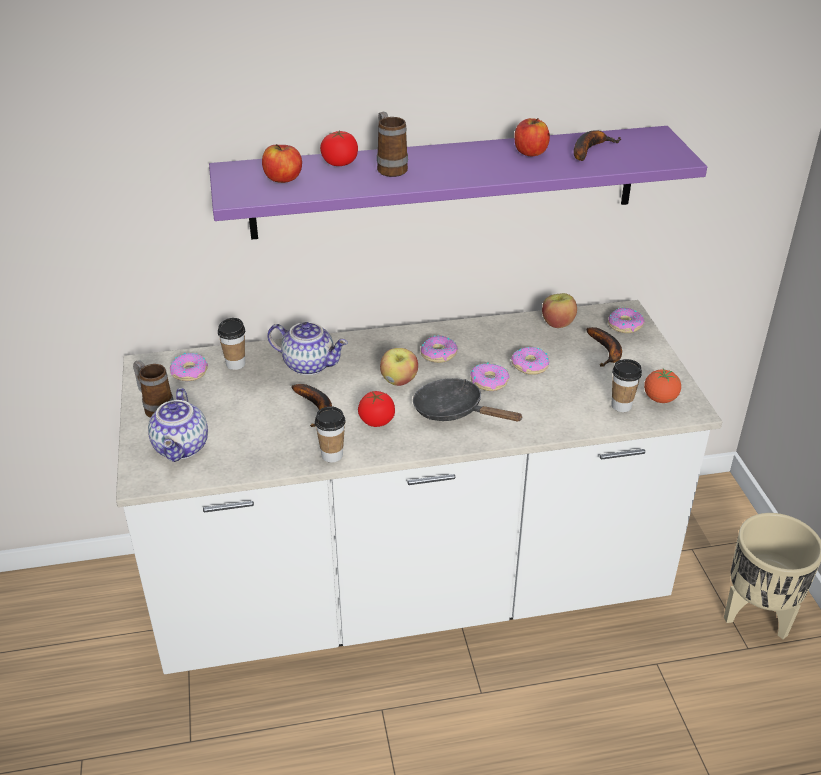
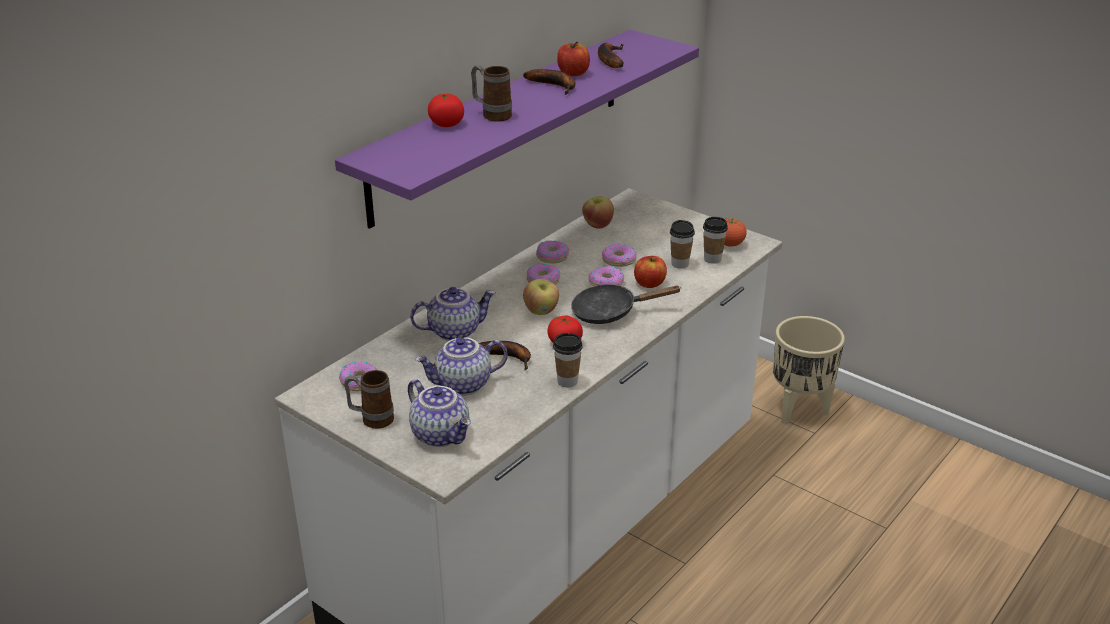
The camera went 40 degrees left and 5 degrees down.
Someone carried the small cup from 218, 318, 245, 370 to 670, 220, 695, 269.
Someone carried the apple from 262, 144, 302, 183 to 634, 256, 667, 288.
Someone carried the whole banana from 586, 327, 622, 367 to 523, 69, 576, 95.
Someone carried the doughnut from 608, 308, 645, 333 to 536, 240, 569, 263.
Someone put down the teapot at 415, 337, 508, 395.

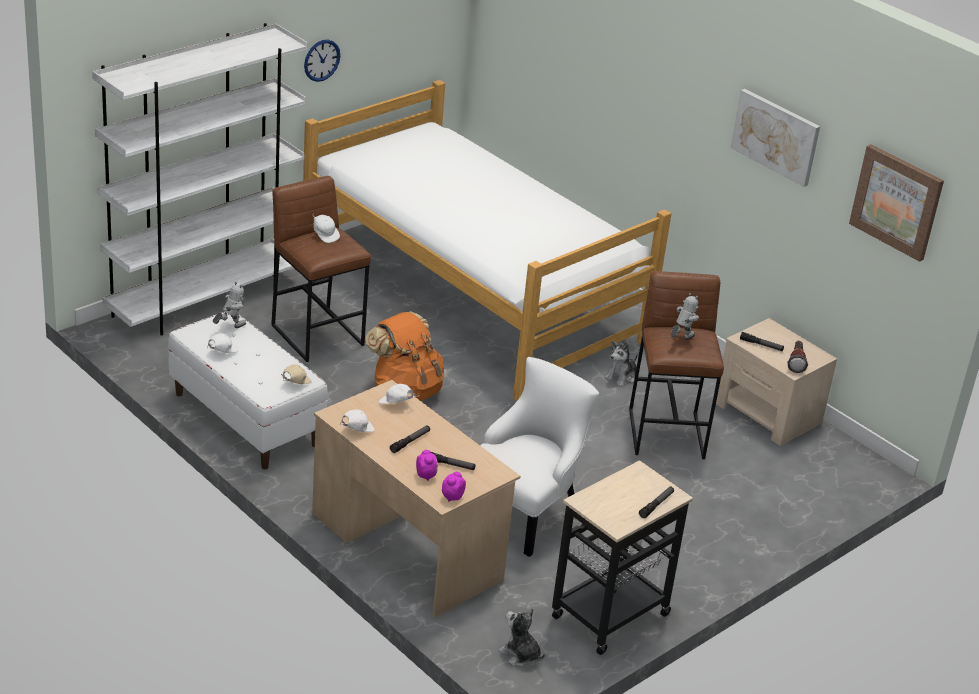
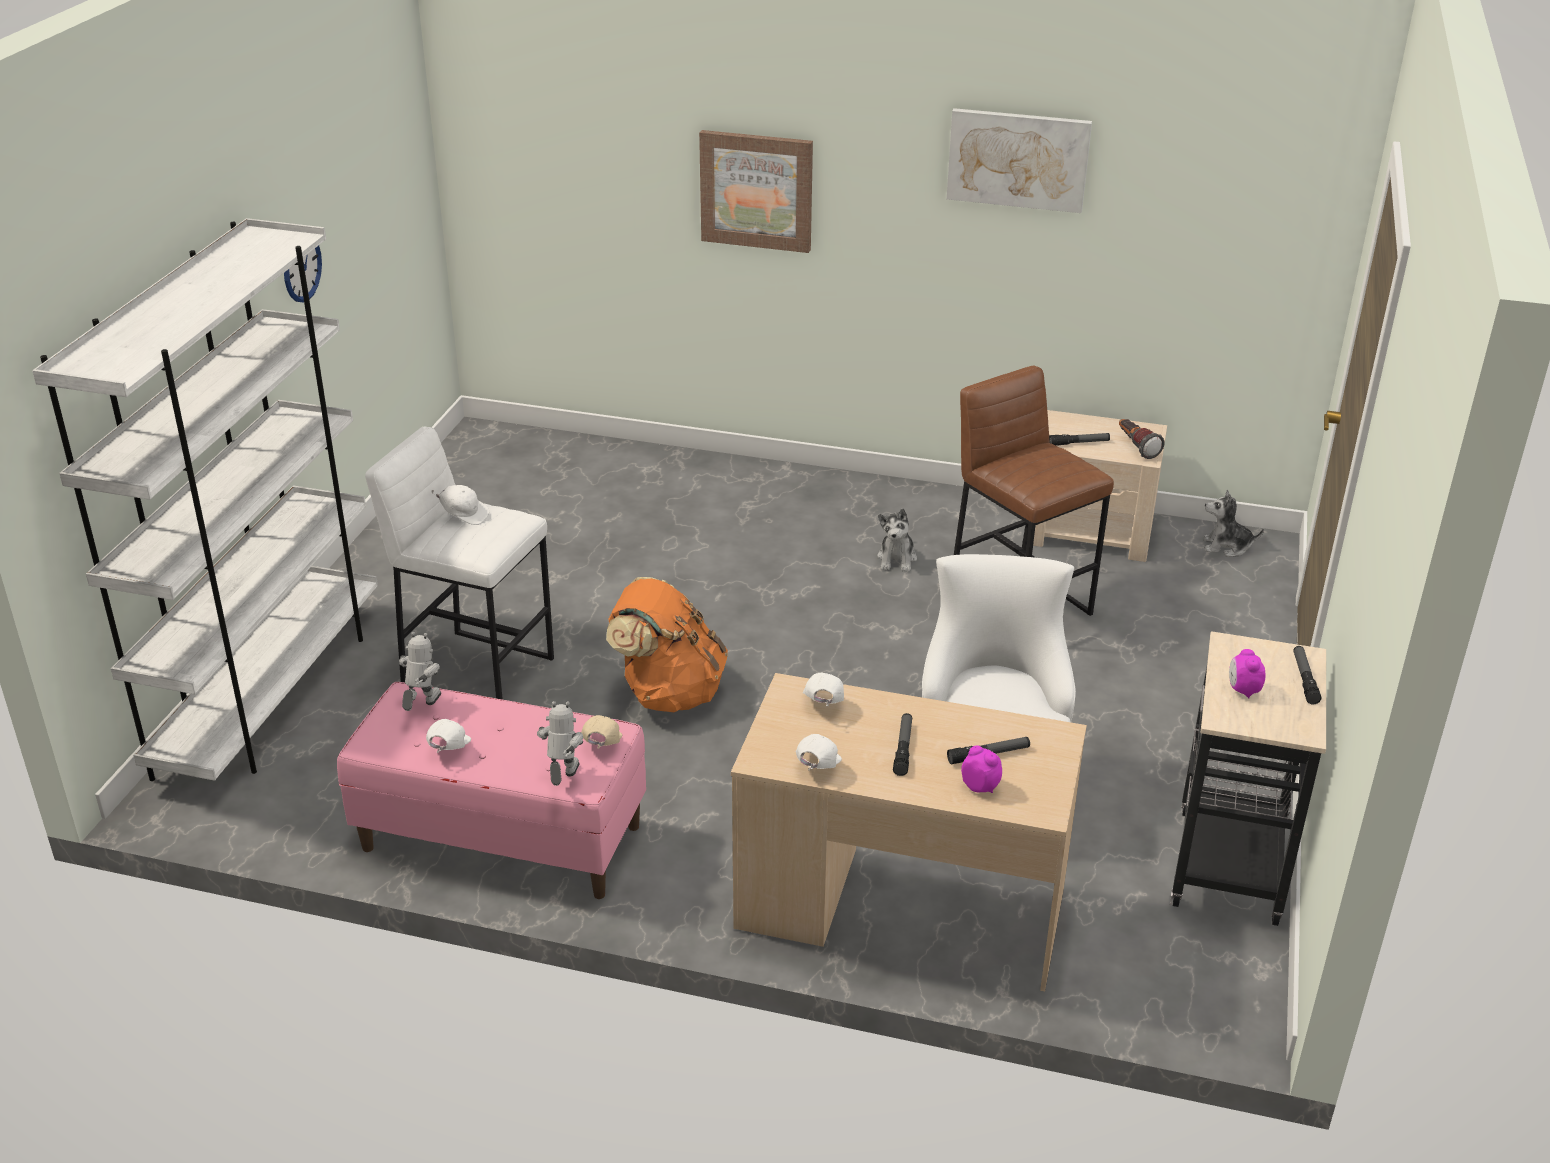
The camera went 30 degrees left and 0 degrees up.
Someone repainted the whitish bench at 168, 312, 328, 470, which became the pinkish bench at 337, 682, 646, 899.
Someone repainted the brown-coloured stool at 271, 176, 371, 362, which became the whitish stool at 365, 427, 554, 700.
Someone took away the bed at 303, 80, 671, 401.
Someone rotated the whitish baseball cap at 378, 384, 419, 404 by 105 degrees clockwise.
Someone carried the bedside clock from 442, 471, 466, 502 to 1229, 649, 1265, 698.
Someone carried the plush toy from 499, 609, 545, 667 to 1203, 490, 1264, 557.
Someone carried the model robot from 671, 293, 699, 340 to 537, 701, 583, 786.
Someone carried the wall picture from 849, 144, 944, 262 to 699, 130, 813, 253.

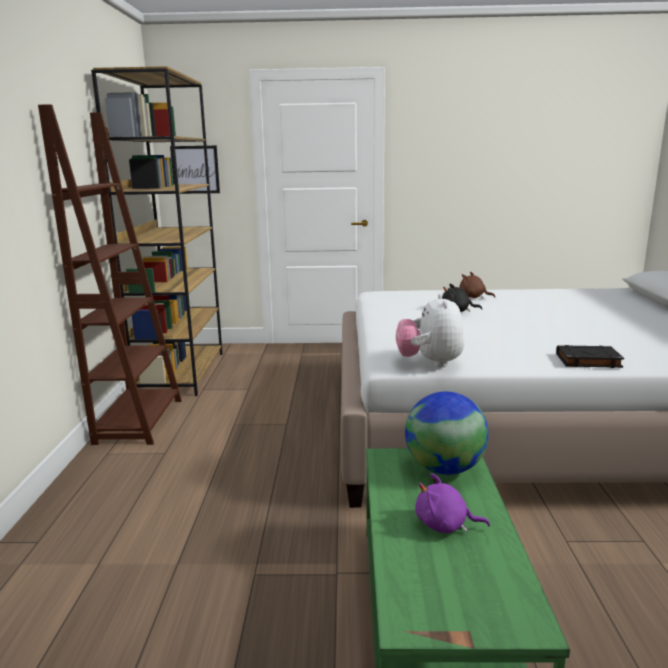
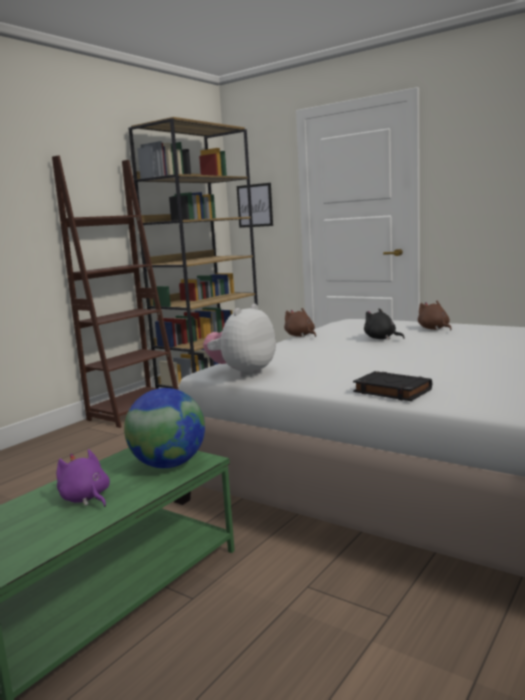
The camera went 35 degrees right and 5 degrees down.
Someone put down the brown-coloured plush toy at 284, 308, 316, 337.

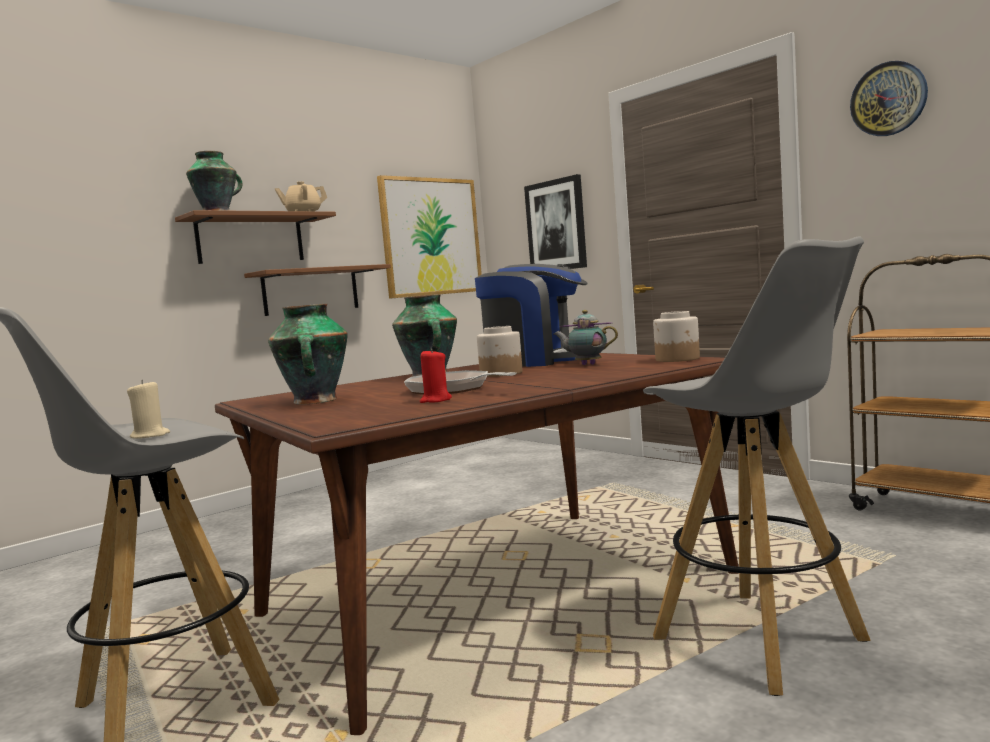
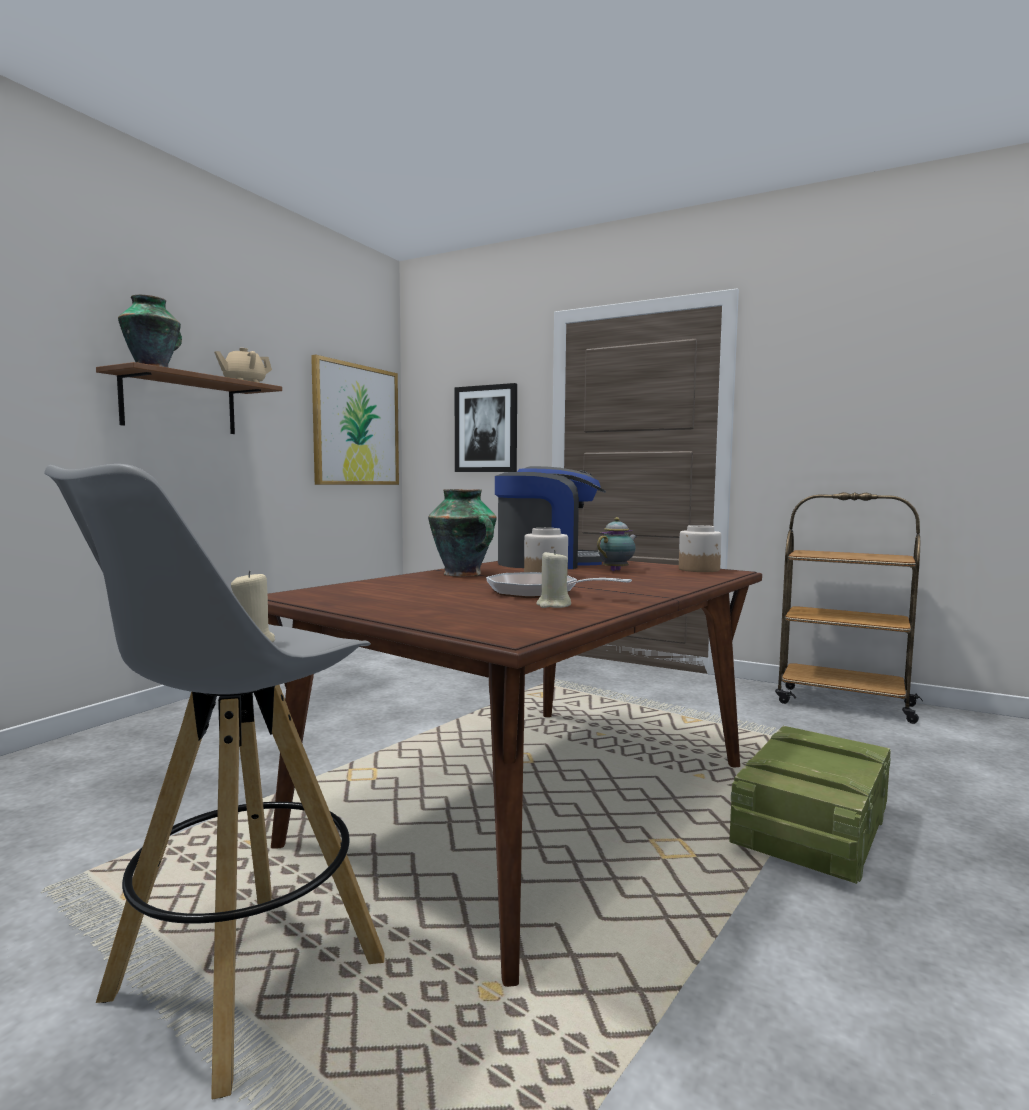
The camera went 20 degrees left and 0 degrees up.
Someone took away the brown-coloured bracket shelf at 244, 264, 391, 316.
Someone took away the vase at 268, 304, 348, 405.
Someone repainted the reddish candle at 420, 348, 452, 403, which became the beige candle at 537, 550, 571, 608.
Someone rotated the teapot at 554, 310, 618, 365 by 135 degrees clockwise.
Someone swapped the gray stool at 643, 236, 871, 696 for the shipping crate at 729, 726, 891, 884.
Someone took away the hanging clock at 850, 61, 928, 136.

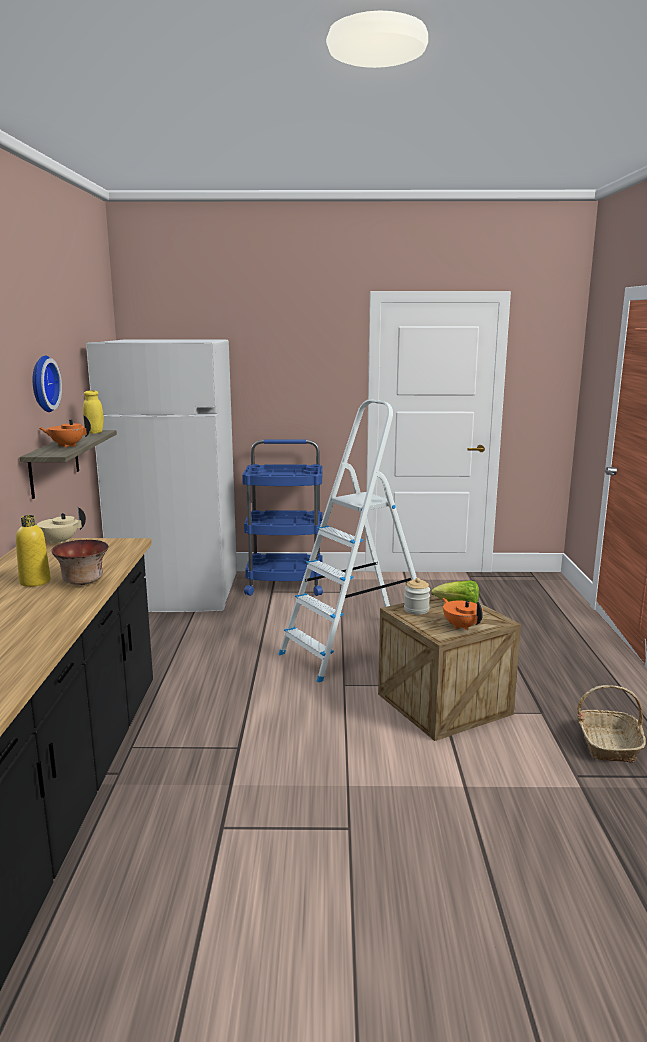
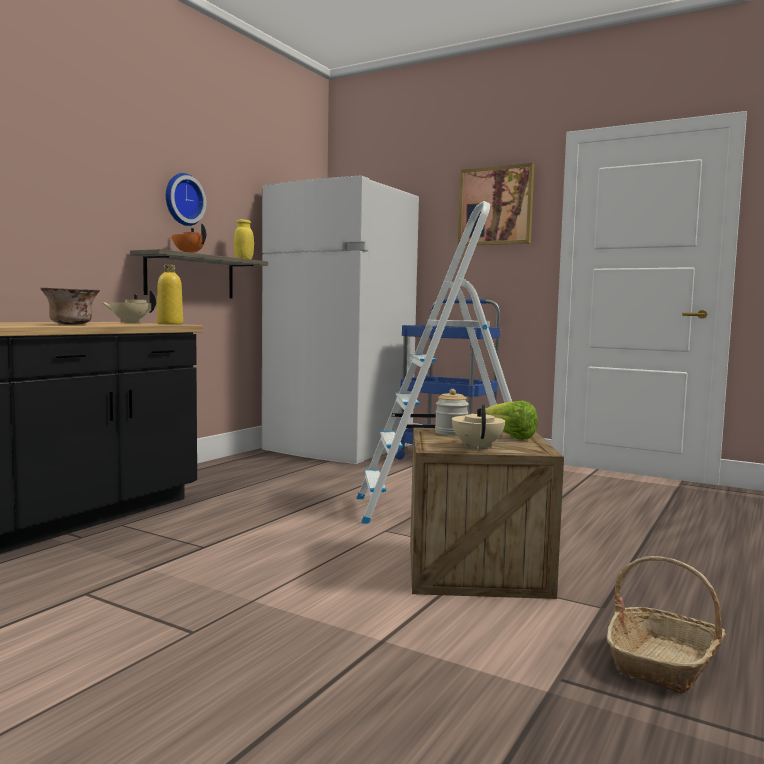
The camera went 30 degrees right and 10 degrees down.
Someone carried the yellow beverage bottle from 16, 515, 51, 587 to 157, 265, 183, 325.
Someone repainted the orangey teapot at 443, 598, 483, 630, which became the beige teapot at 452, 405, 505, 450.
Someone put up the wall picture at 458, 163, 534, 246.

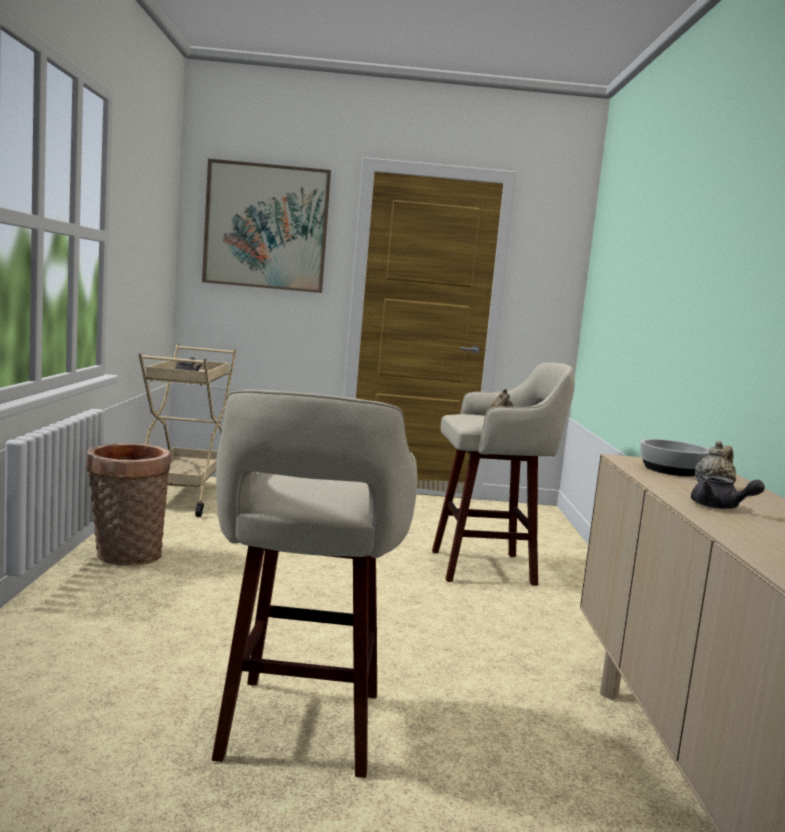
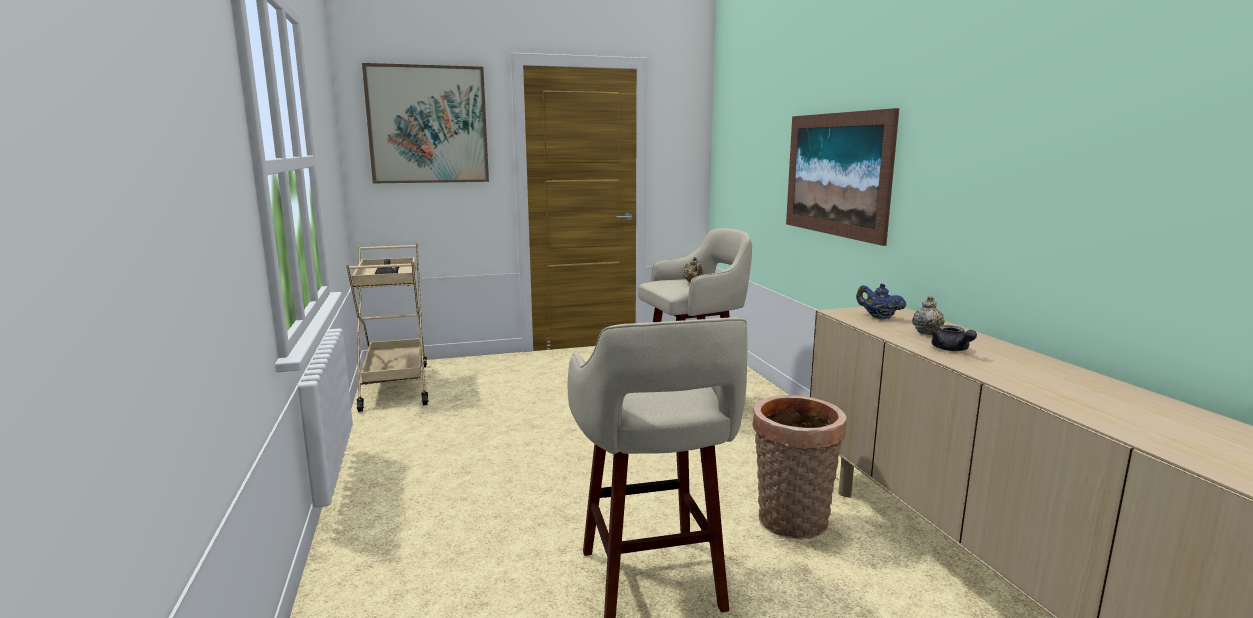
The camera went 15 degrees left and 5 degrees up.
Someone carried the household basket from 86, 443, 171, 566 to 752, 395, 847, 539.
Someone swapped the bowl at 640, 439, 709, 476 for the blue teapot at 856, 283, 906, 319.
Someone rotated the gray teapot at 691, 475, 765, 509 by 45 degrees clockwise.
Someone put up the wall picture at 786, 108, 899, 246.

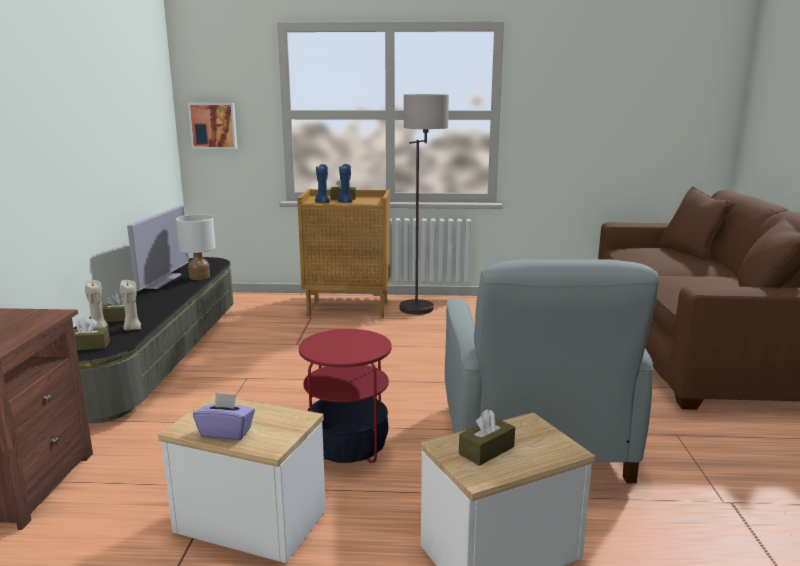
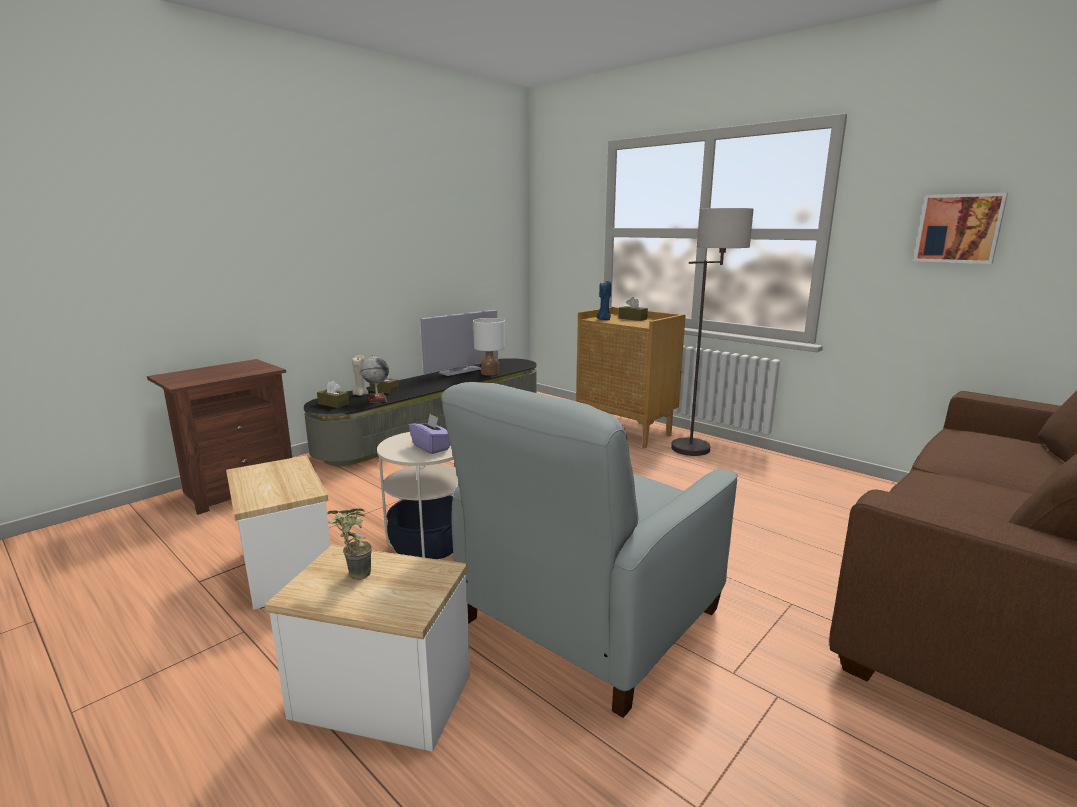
The camera went 40 degrees right and 0 degrees up.
Someone swapped the beige candle at 120, 280, 141, 331 for the world globe at 361, 354, 389, 404.
Someone carried the wall picture from 188, 103, 237, 149 to 913, 193, 1008, 264.
Someone carried the purplish tissue box from 193, 392, 255, 440 to 409, 414, 450, 454.
Someone repainted the reddish accent table at 299, 329, 392, 463, which became the beige accent table at 377, 432, 459, 559.
Someone took away the blue candle at 338, 164, 352, 203.
Someone swapped the brown-coloured tissue box at 459, 409, 515, 466 for the potted plant at 327, 508, 372, 580.

